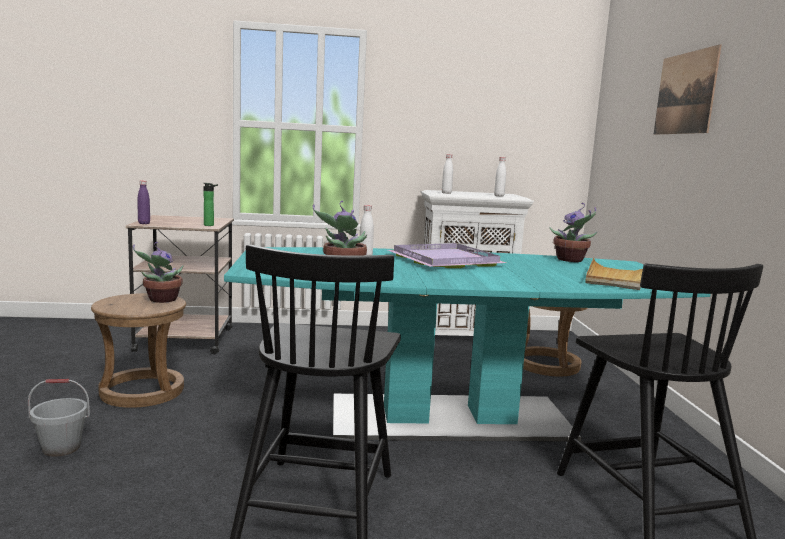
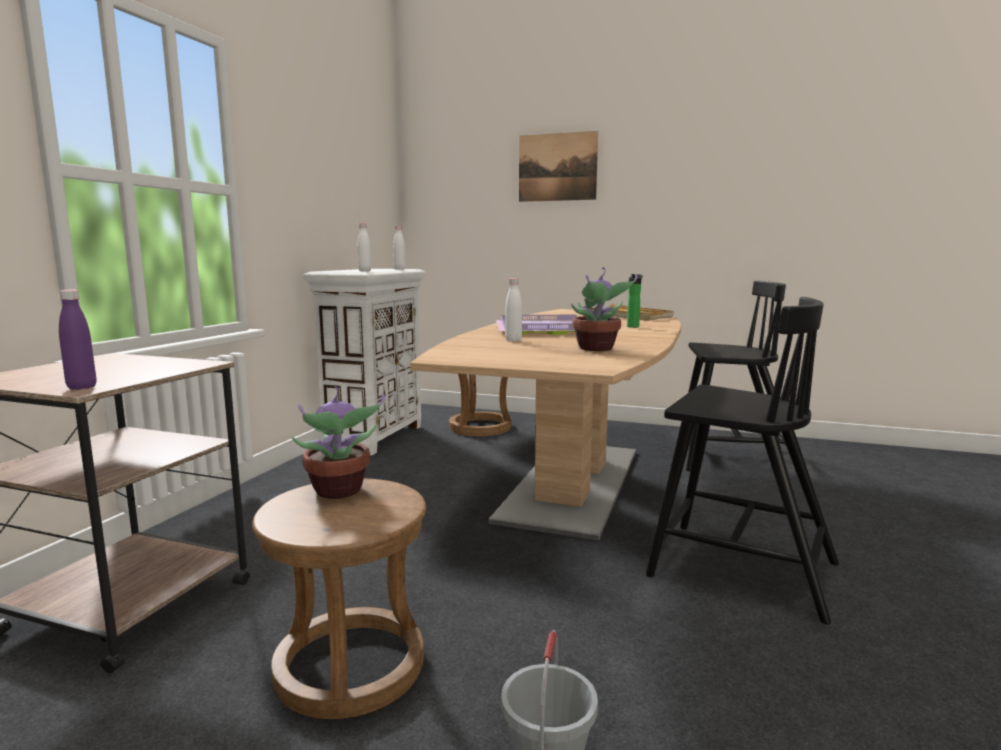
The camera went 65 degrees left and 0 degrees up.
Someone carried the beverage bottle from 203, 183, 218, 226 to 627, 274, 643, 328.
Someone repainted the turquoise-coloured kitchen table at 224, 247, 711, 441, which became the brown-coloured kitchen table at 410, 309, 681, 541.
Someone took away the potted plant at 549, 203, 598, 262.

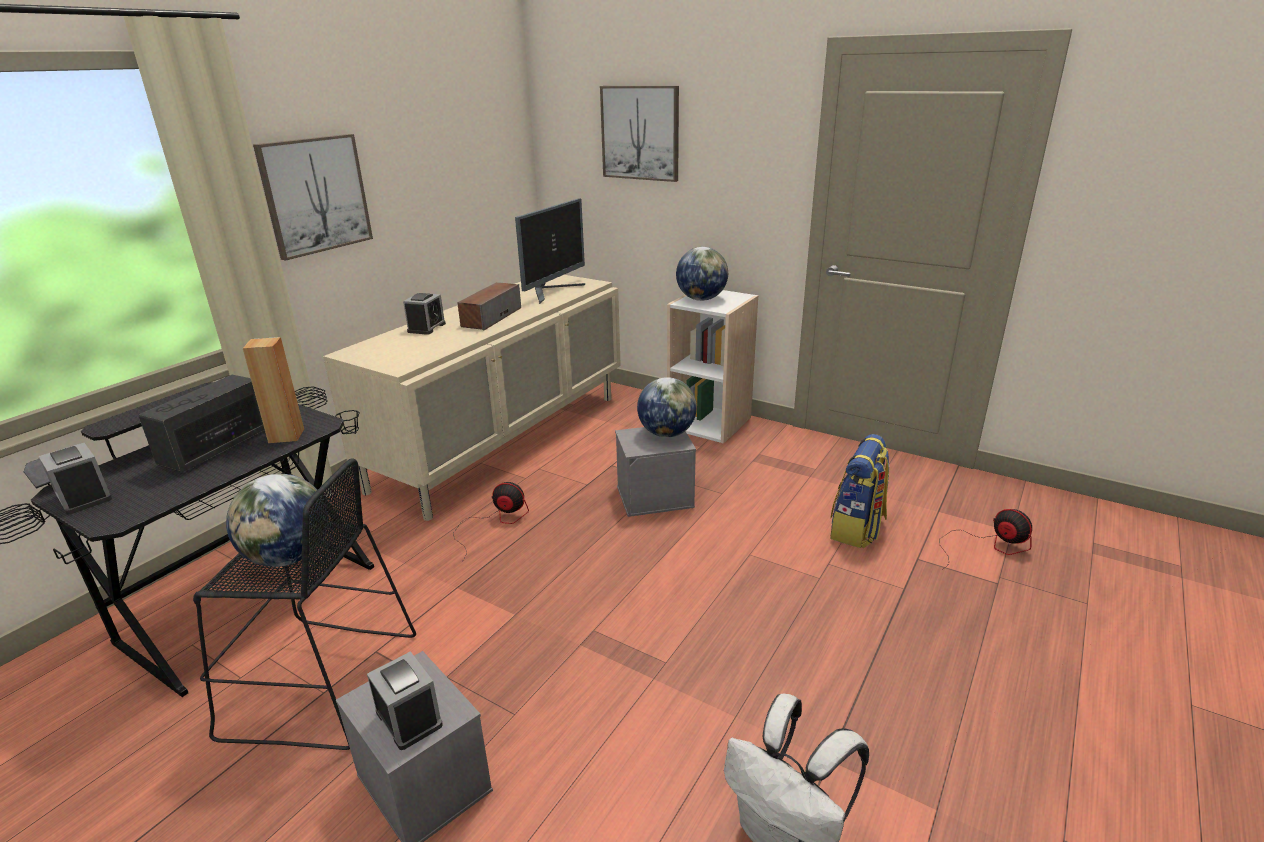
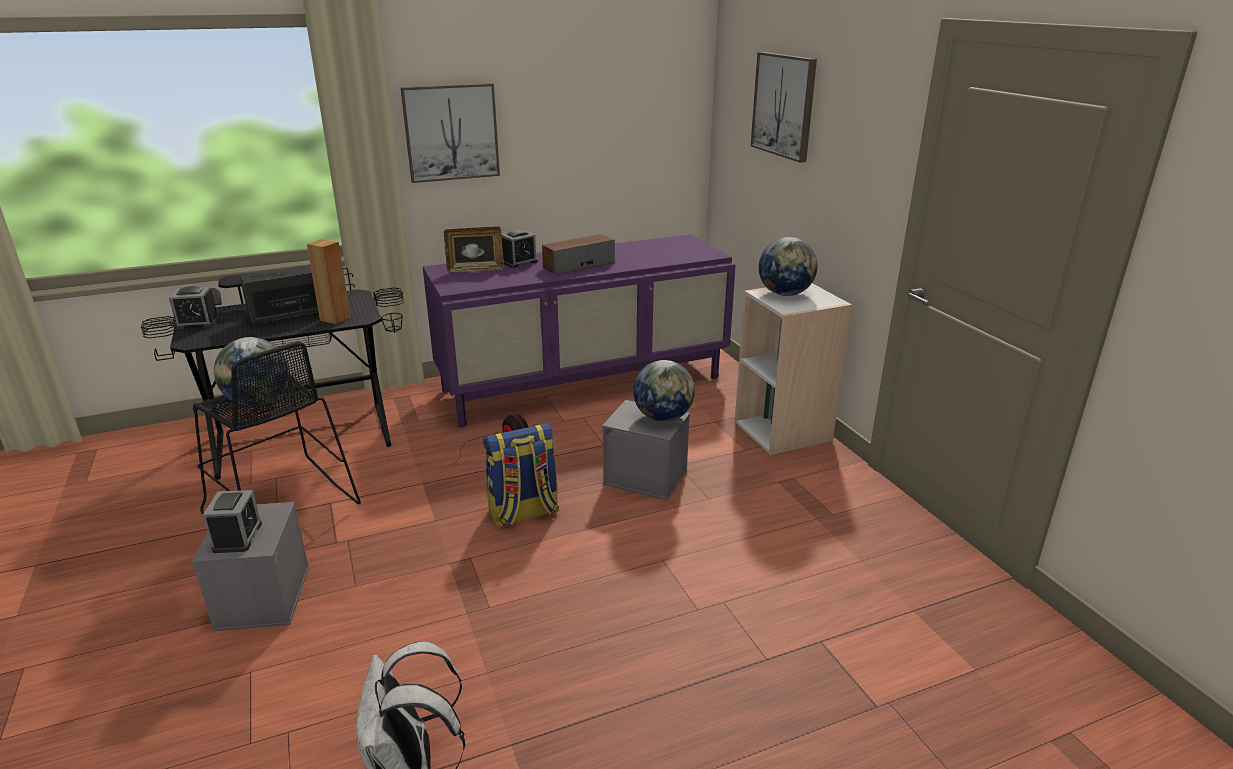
The camera went 35 degrees right and 0 degrees up.
Someone rotated the bedside clock at 39, 443, 112, 515 by 90 degrees counterclockwise.
Someone repainted the beige storage cabinet at 323, 275, 621, 521, which became the purplish storage cabinet at 423, 234, 736, 427.
Someone took away the monitor at 515, 198, 585, 304.
Someone carried the backpack from 830, 434, 889, 548 to 483, 423, 559, 527.
Someone took away the electric fan at 939, 509, 1032, 570.
Someone put down the standing frame at 444, 227, 504, 272.

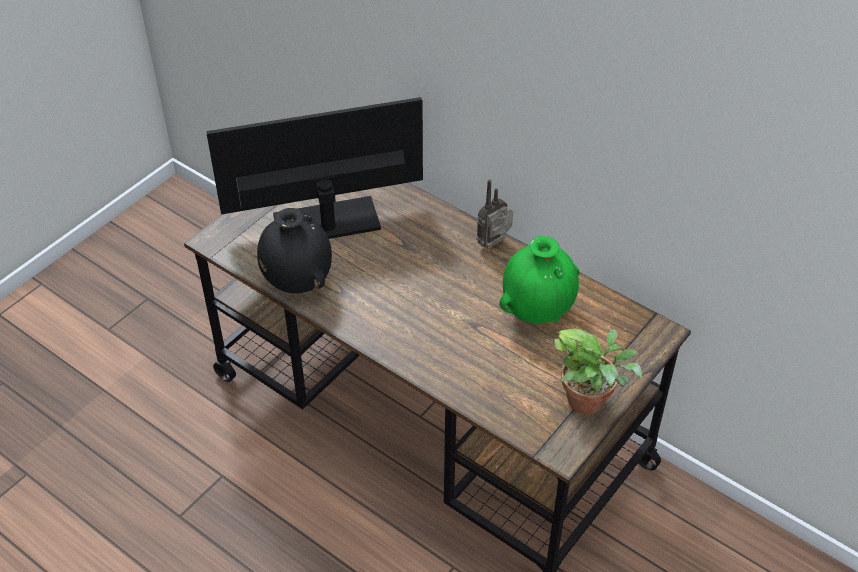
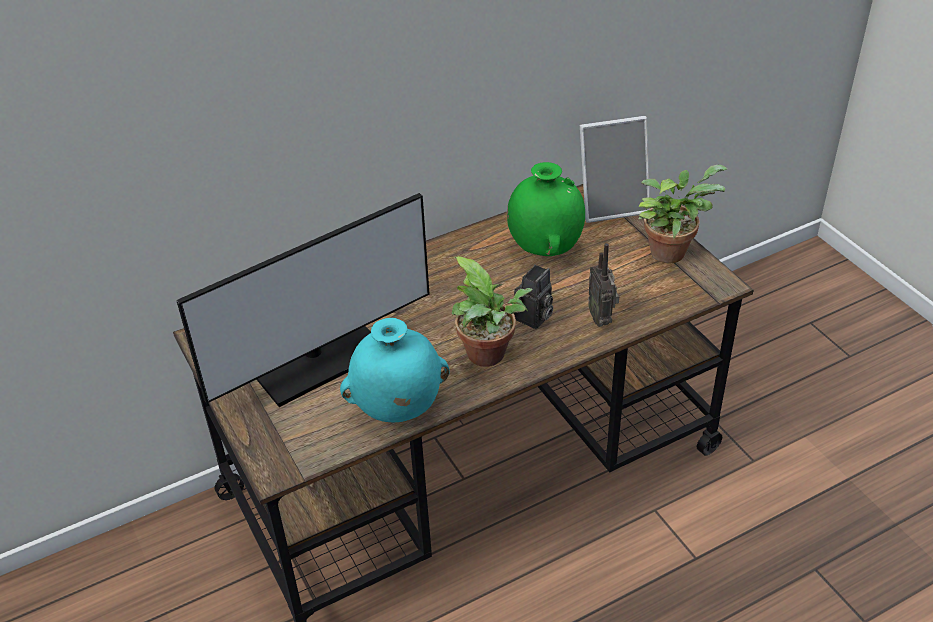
The camera went 65 degrees left and 5 degrees down.
Someone rotated the monitor at 206, 97, 423, 239 by 135 degrees counterclockwise.
Someone repainted the black vase at 257, 208, 332, 293, which became the turquoise-coloured vase at 340, 318, 449, 422.
Someone carried the radio receiver from 476, 179, 513, 248 to 588, 243, 619, 327.
Someone put down the potted plant at 452, 256, 533, 367.
Someone put down the still camera at 514, 265, 553, 329.
Someone put down the standing frame at 580, 116, 650, 223.

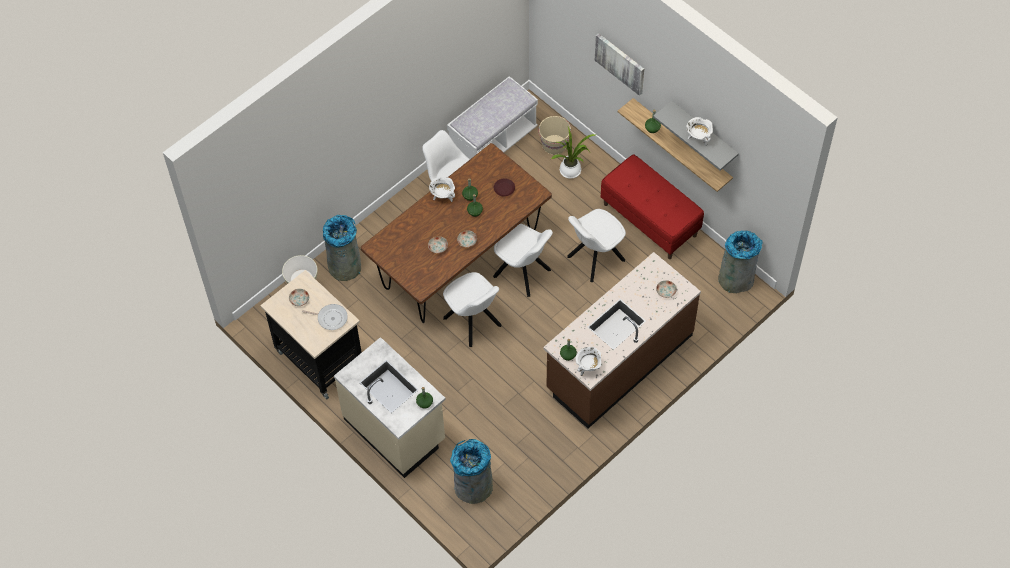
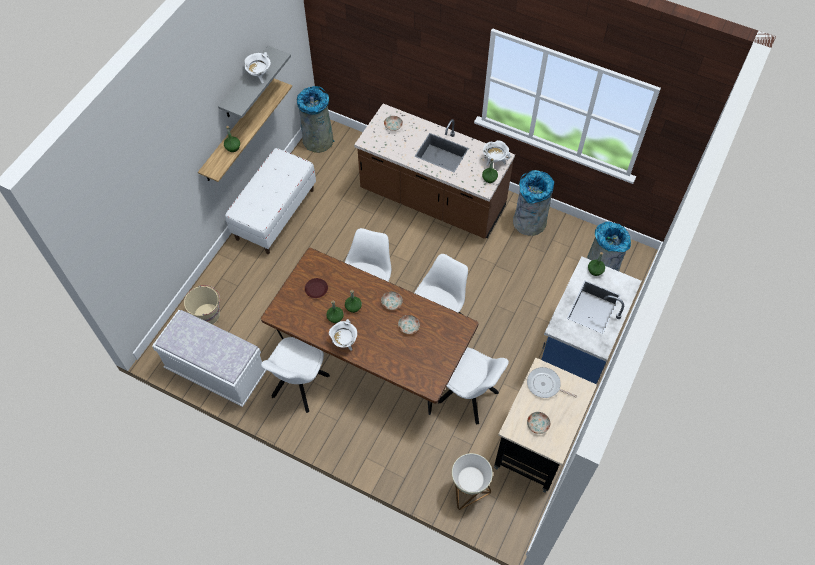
The camera went 110 degrees left and 0 degrees up.
Someone rotated the skillet at 302, 304, 348, 330 by 60 degrees counterclockwise.
Someone carried the gray rubbish bin from 323, 215, 361, 281 to 513, 170, 554, 236.
Someone repainted the beige kitchen base unit at 334, 337, 446, 478, which became the blue kitchen base unit at 541, 256, 641, 384.
Someone took away the potted plant at 551, 127, 596, 179.
Someone carried the whitish chair from 567, 209, 626, 282 to 438, 348, 509, 425.
Someone took away the wall picture at 595, 33, 644, 96.
Someone repainted the reddish bench at 601, 154, 704, 259, which became the whitish bench at 225, 148, 316, 254.

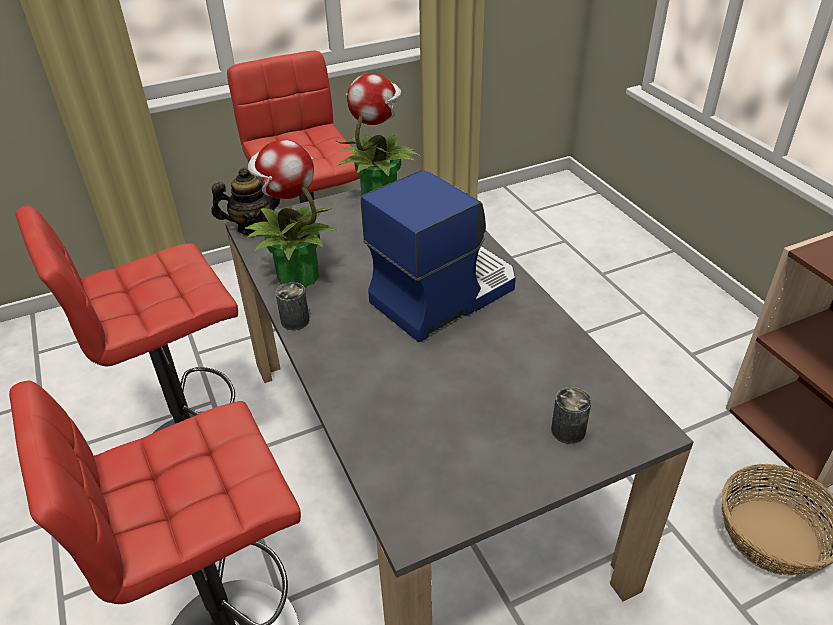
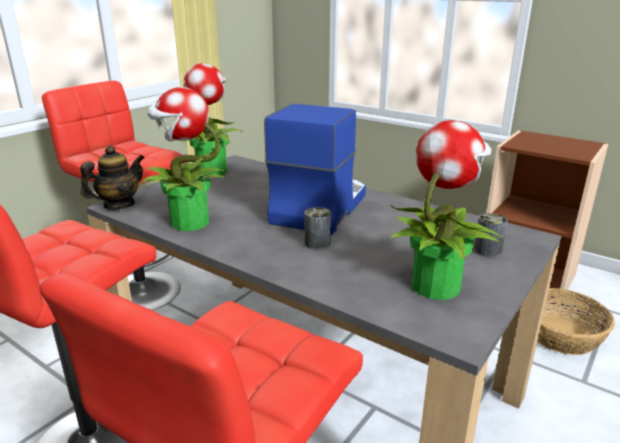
The camera went 30 degrees left and 15 degrees down.
Someone carried the metal can from 275, 282, 310, 330 to 305, 207, 331, 250.
Someone put down the potted plant at 389, 120, 503, 300.

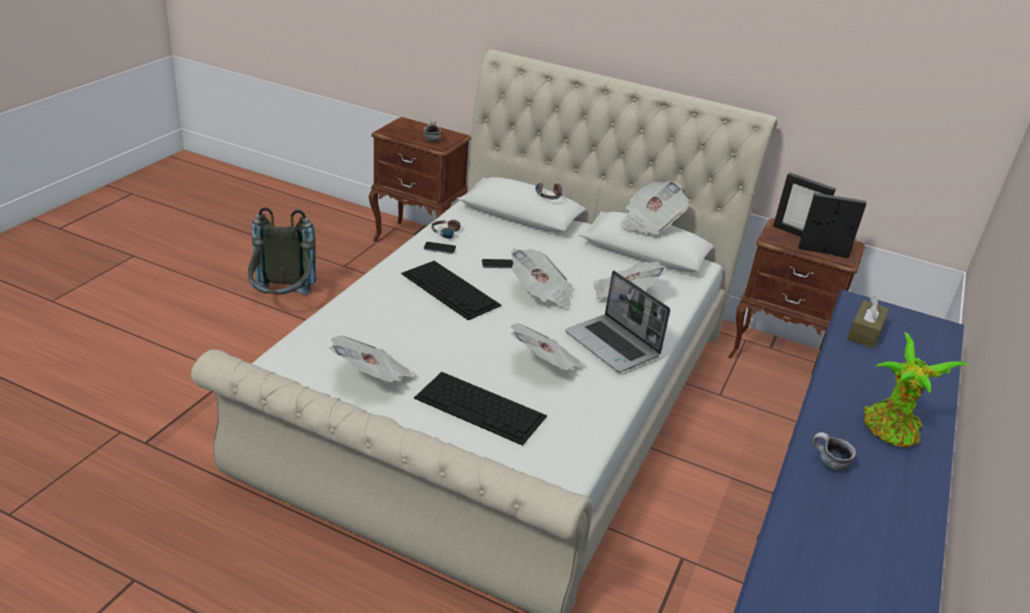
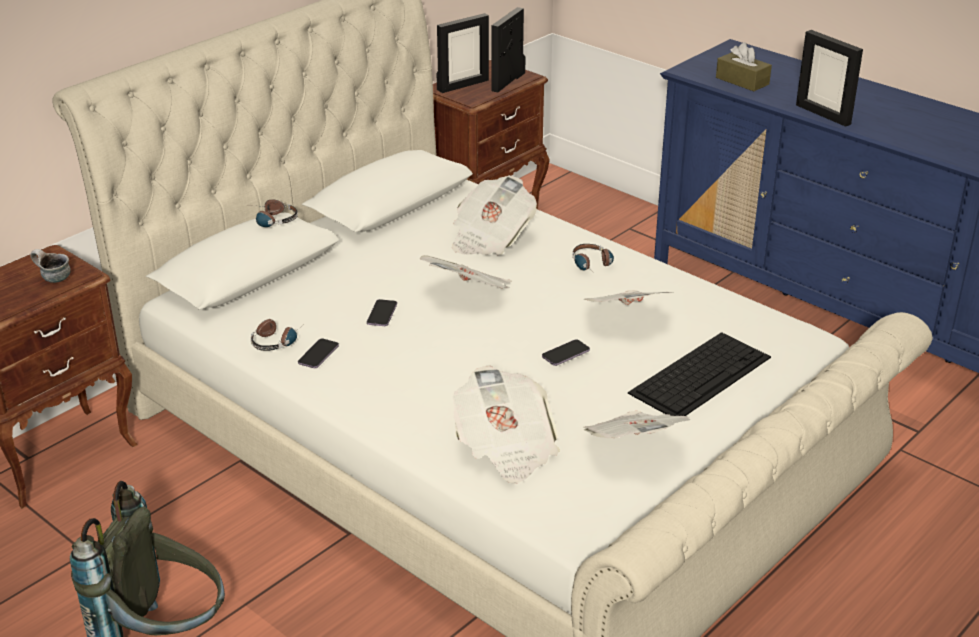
The camera went 70 degrees left and 0 degrees up.
Someone took away the PC keyboard at 401, 261, 501, 320.
Someone swapped the notebook computer at 565, 271, 670, 372 for the headphones at 572, 244, 614, 271.
Someone carried the daily paper from 620, 181, 689, 235 to 453, 366, 560, 484.
Someone took away the coffee mug at 813, 432, 856, 471.
Someone took away the potted plant at 864, 332, 970, 448.
Someone put down the phone at 542, 339, 590, 366.
Someone put down the standing frame at 796, 30, 863, 127.

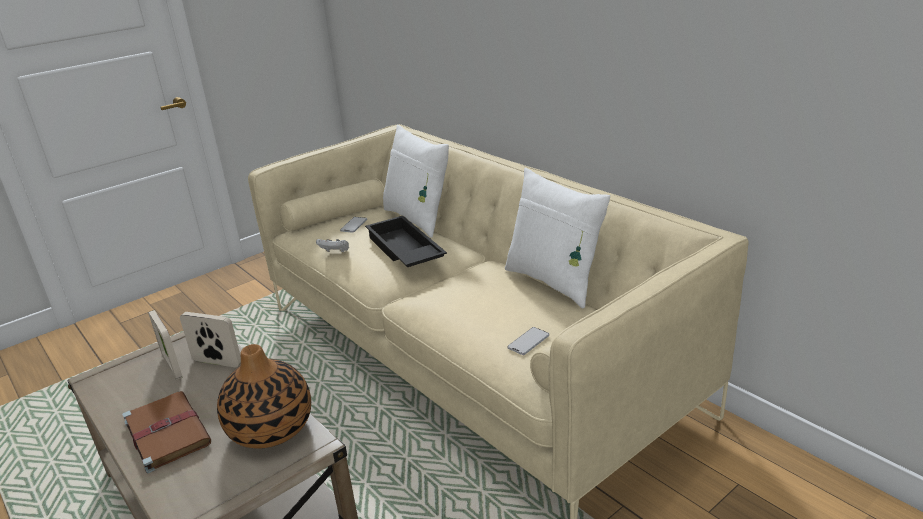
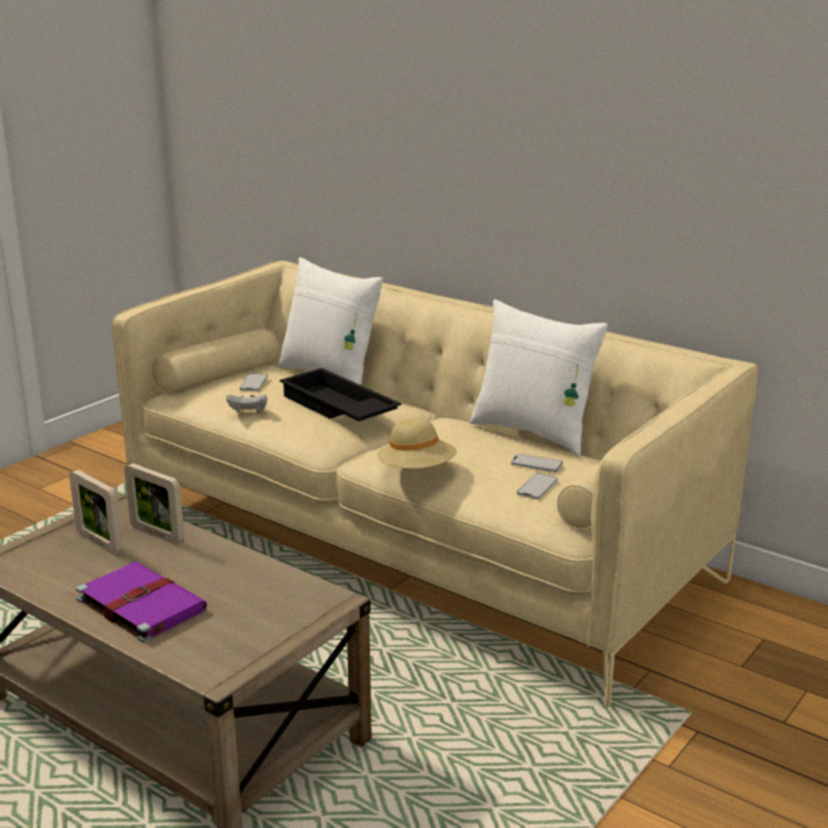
The camera went 15 degrees left and 5 degrees down.
Someone repainted the brown-coloured volume at 122, 391, 211, 473, which became the purplish volume at 76, 562, 207, 643.
Someone rotated the standing frame at 180, 312, 241, 367 by 150 degrees counterclockwise.
Someone took away the vase at 217, 344, 311, 449.
Someone put down the beige wearable hat at 377, 418, 457, 469.
Someone put down the phone at 511, 454, 563, 472.

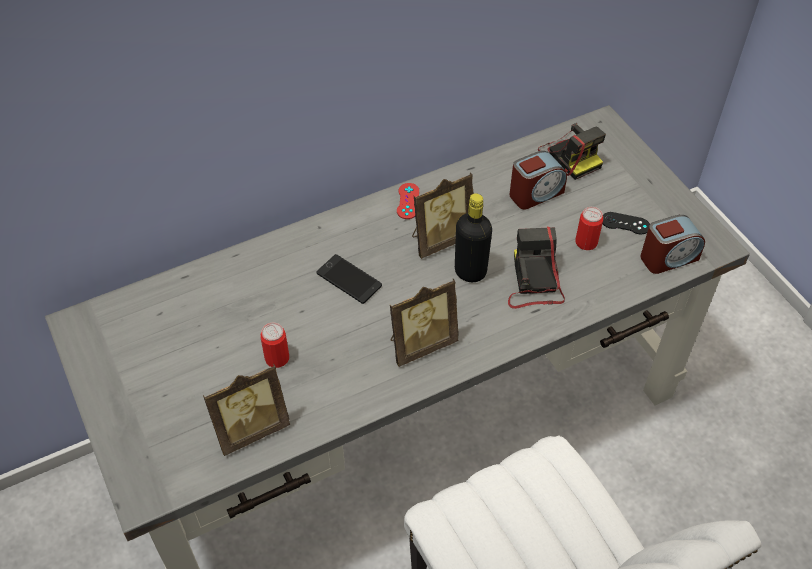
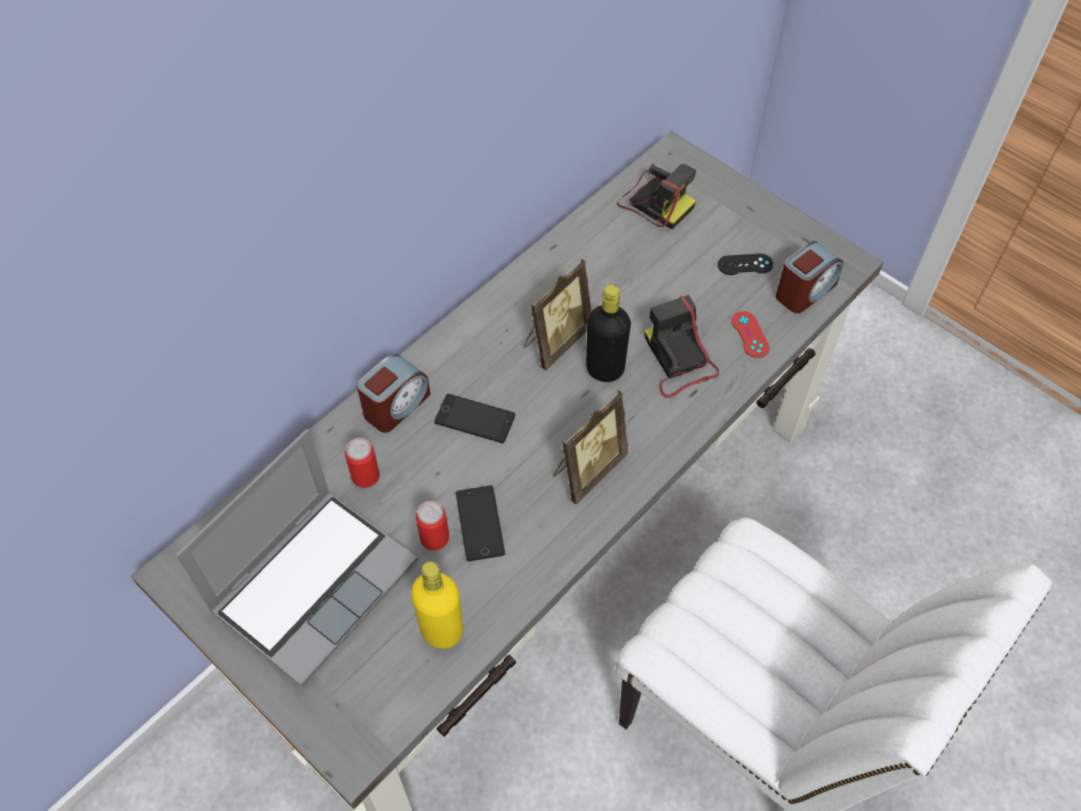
The camera went 20 degrees left and 5 degrees up.
Someone swapped the standing frame at 203, 363, 290, 456 for the yellow beverage bottle at 411, 561, 463, 649.
Someone carried the reddish game controller from 397, 183, 419, 219 to 731, 311, 770, 358.
Someone carried the bedside clock from 509, 151, 567, 210 to 357, 354, 430, 433.
Someone carried the metal can from 575, 207, 603, 250 to 345, 438, 380, 488.
Someone put down the notebook computer at 176, 429, 418, 687.
Someone put down the phone at 456, 486, 505, 561.

